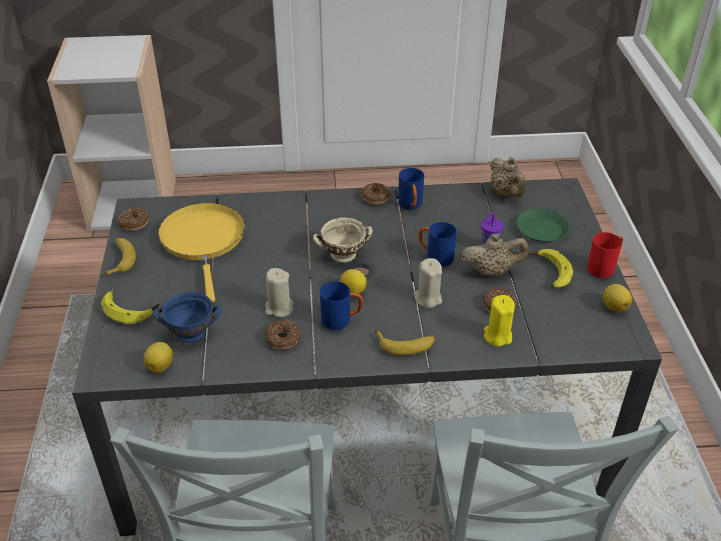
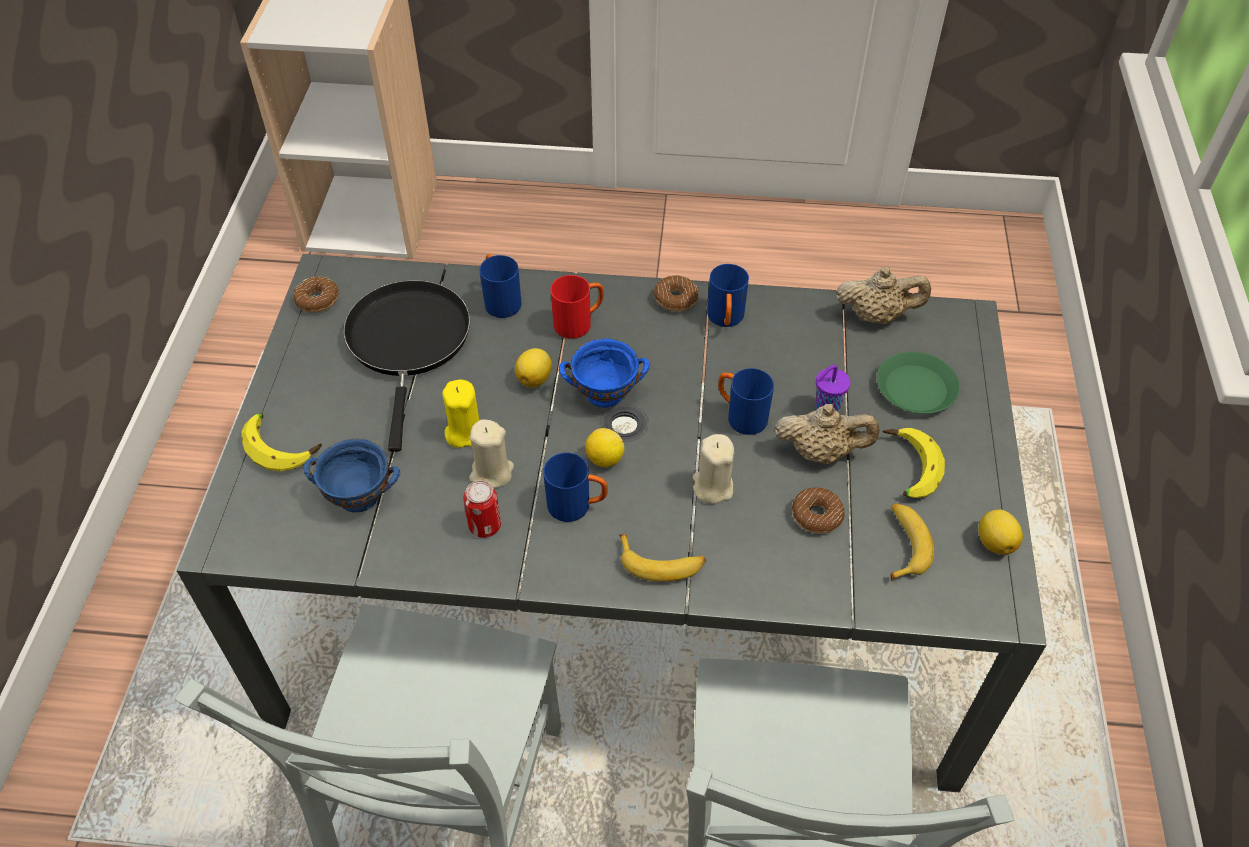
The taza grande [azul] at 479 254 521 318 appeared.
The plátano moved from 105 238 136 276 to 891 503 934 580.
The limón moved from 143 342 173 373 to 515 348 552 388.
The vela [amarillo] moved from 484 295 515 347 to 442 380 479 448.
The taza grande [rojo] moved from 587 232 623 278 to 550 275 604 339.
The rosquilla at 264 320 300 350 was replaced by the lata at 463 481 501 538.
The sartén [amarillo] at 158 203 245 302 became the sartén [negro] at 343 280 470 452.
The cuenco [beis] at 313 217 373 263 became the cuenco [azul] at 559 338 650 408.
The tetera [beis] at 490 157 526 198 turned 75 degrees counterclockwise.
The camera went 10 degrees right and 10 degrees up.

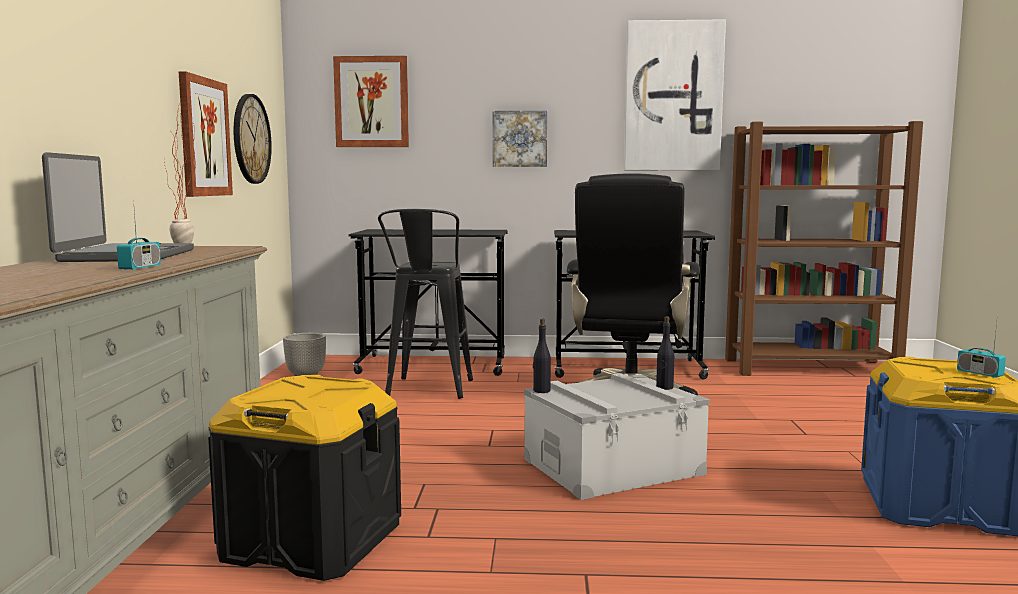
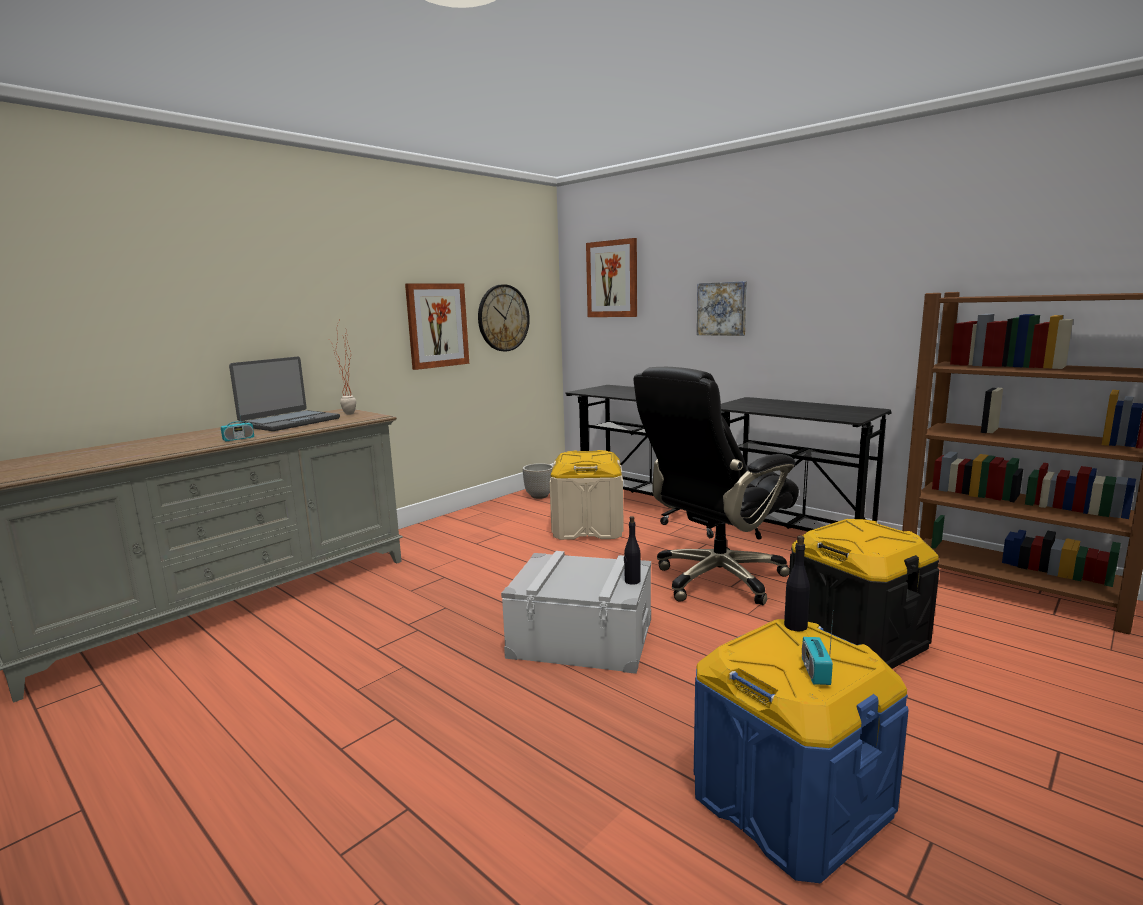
The cuadro at 624 19 726 170 disappeared.
The caja de almacenaje [negro] moved from 208 375 401 581 to 789 519 939 669.
The botella [negro] moved from 533 319 551 393 to 784 536 810 632.
The taburete [negro] at 378 209 473 399 was replaced by the caja de almacenaje [beis] at 550 450 624 540.
The camera went 40 degrees right and 5 degrees up.

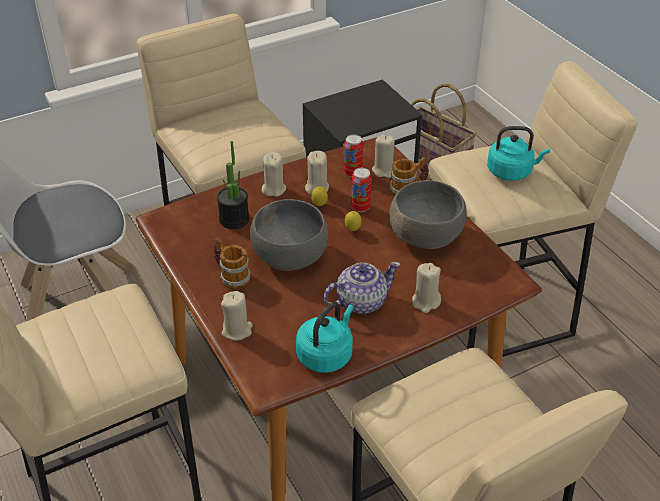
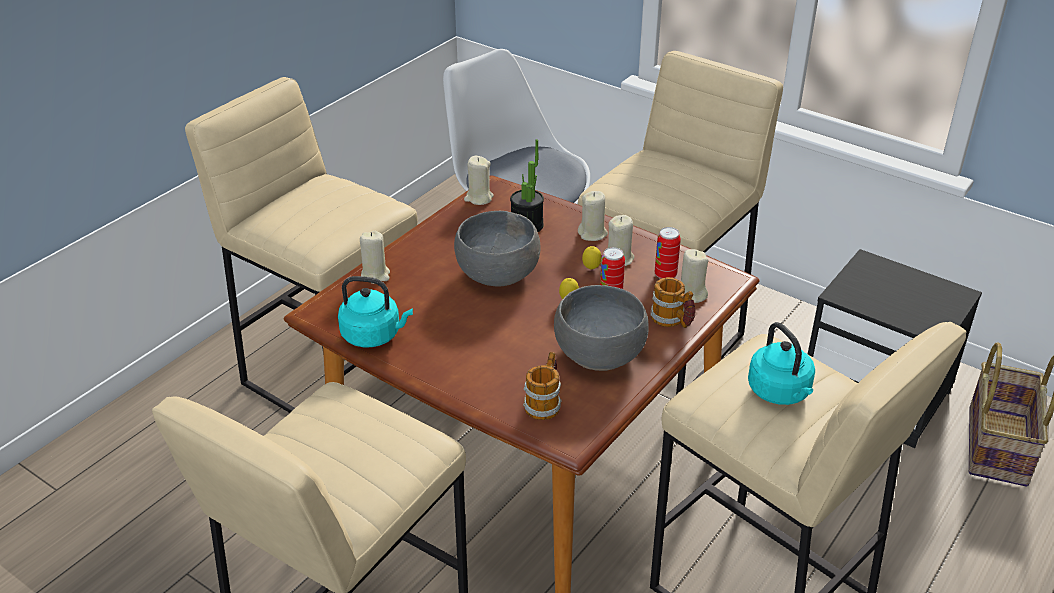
The tetera at 323 262 400 314 disappeared.
The taza grande moved from 214 238 251 289 to 523 352 562 420.
The vela [beis] moved from 412 263 441 313 to 464 156 494 205.
The camera went 65 degrees right and 5 degrees down.

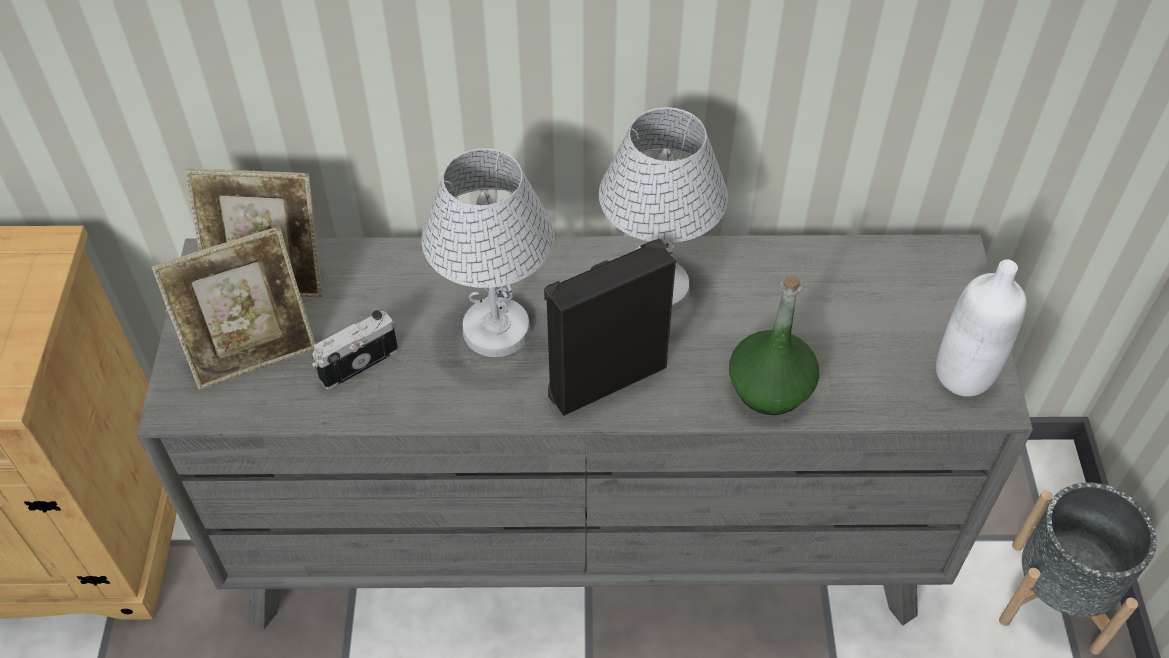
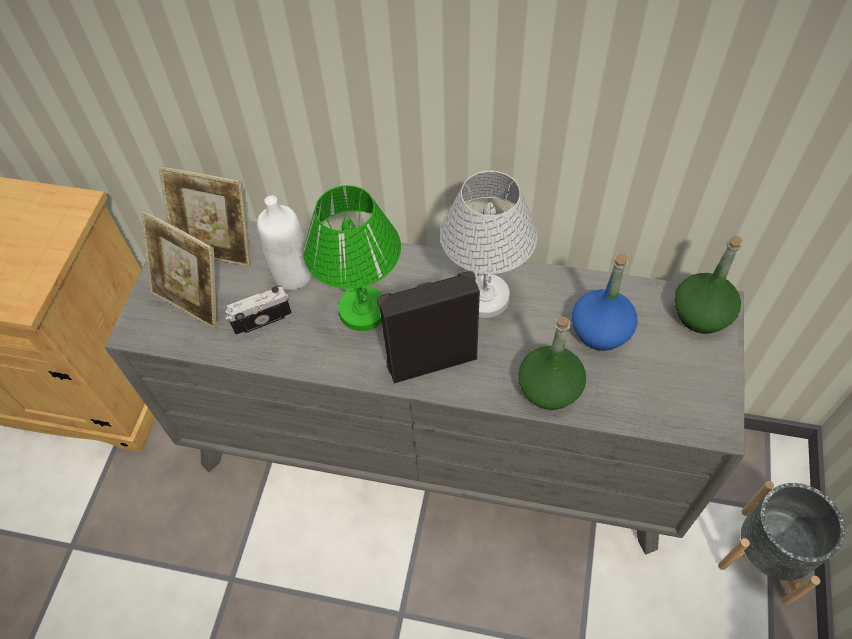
The botella [azul] at 572 254 637 351 appeared.
The botella [verde] at 674 236 742 334 appeared.
The botella [blanco] moved from 936 259 1027 397 to 257 195 312 290.
The lámpara de mesa [blanco] at 421 148 554 357 became the lámpara de mesa [verde] at 303 185 401 331.
The portarretratos at 151 226 316 390 turned 45 degrees clockwise.
The camera went 15 degrees right and 5 degrees up.

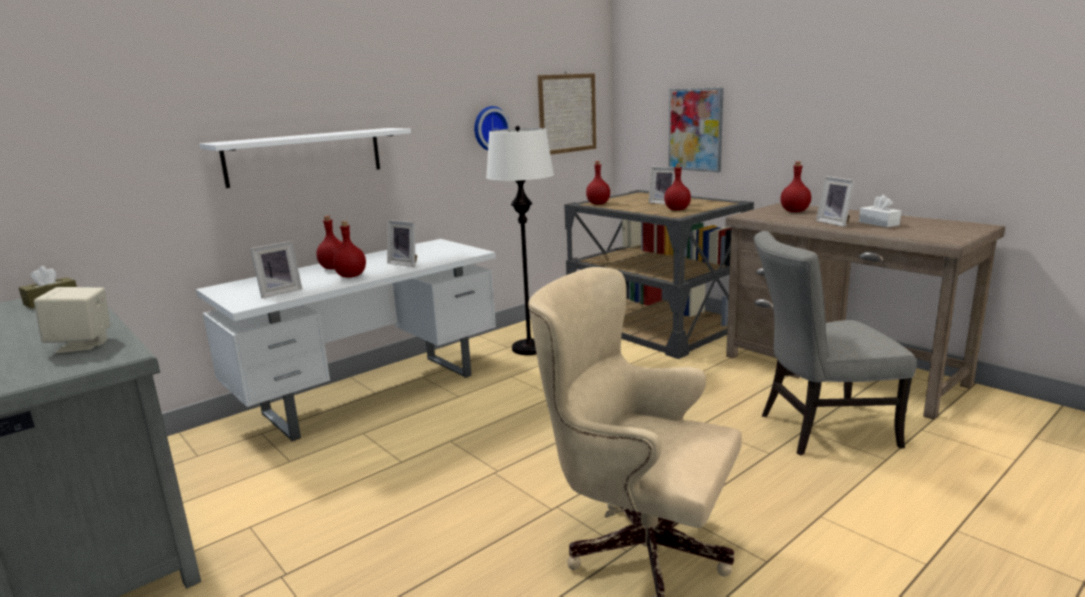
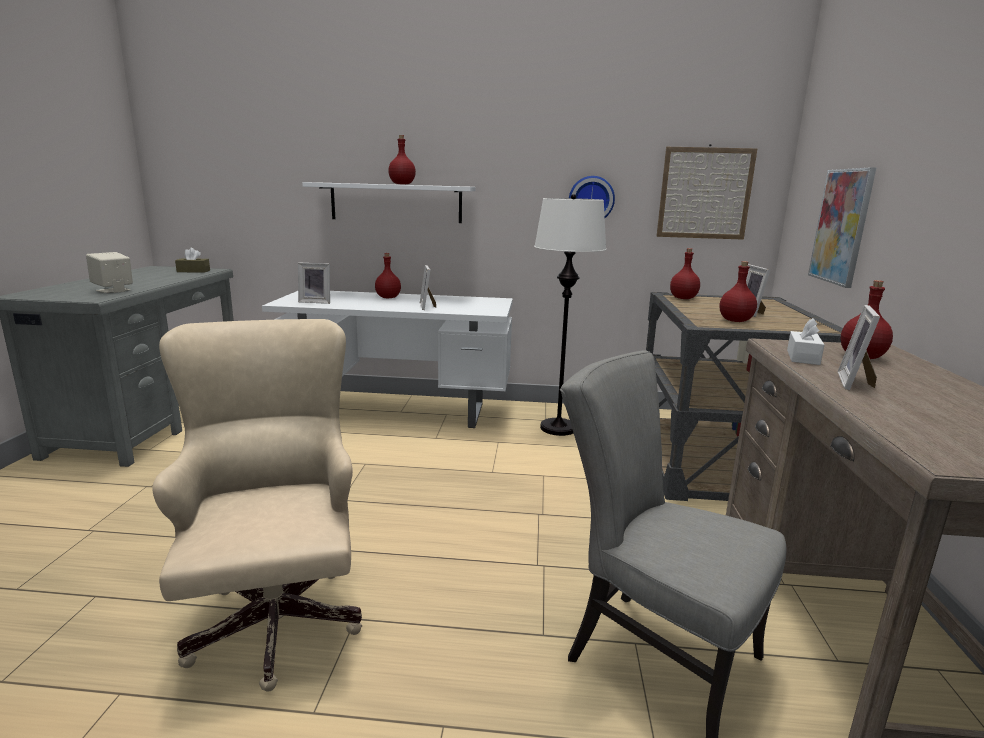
The botella [rojo] moved from 333 221 366 278 to 388 135 416 185.
The caja de pañuelos [blanco] moved from 859 195 901 227 to 787 318 824 365.
The camera went 45 degrees right and 0 degrees up.

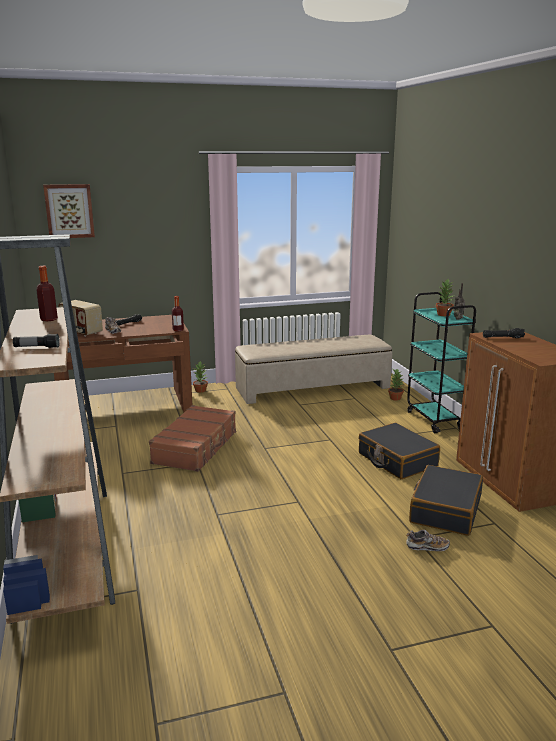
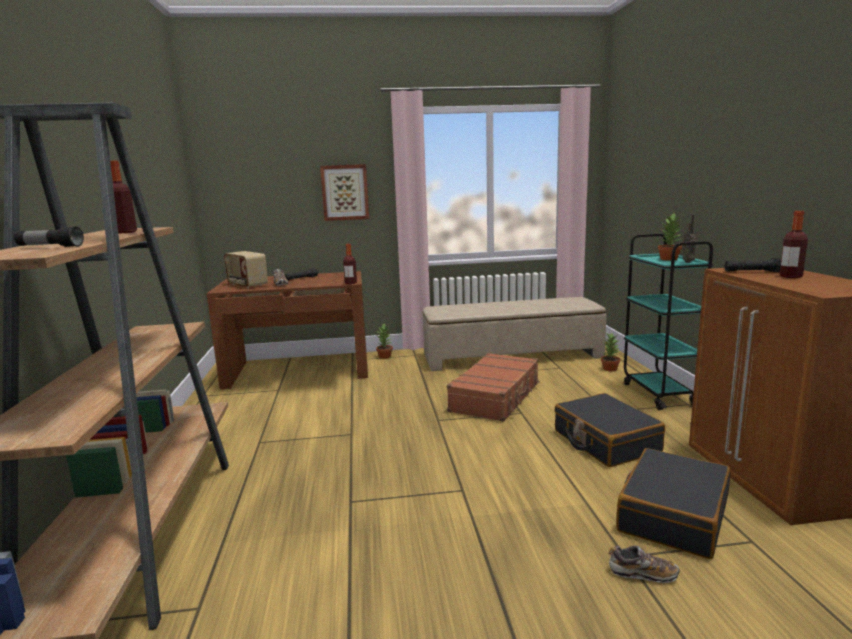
The botella at 780 211 808 278 appeared.
The cuadro moved from 43 184 95 238 to 320 164 369 221.
The maleta [marrón] moved from 149 405 237 472 to 447 353 540 422.
The camera went 10 degrees right and 5 degrees down.

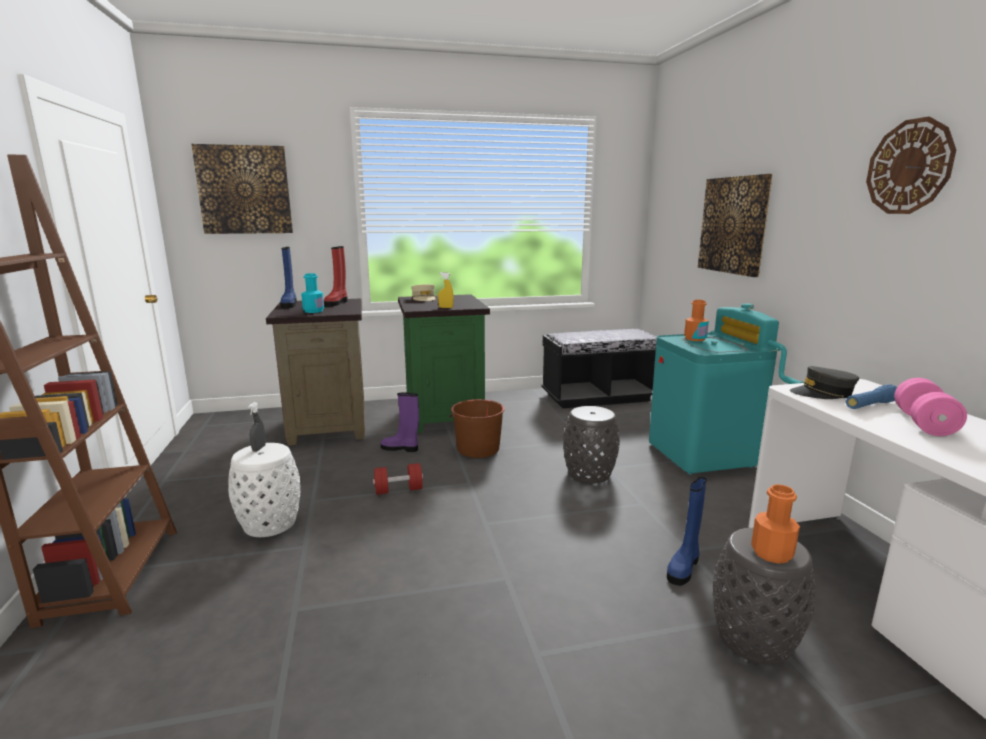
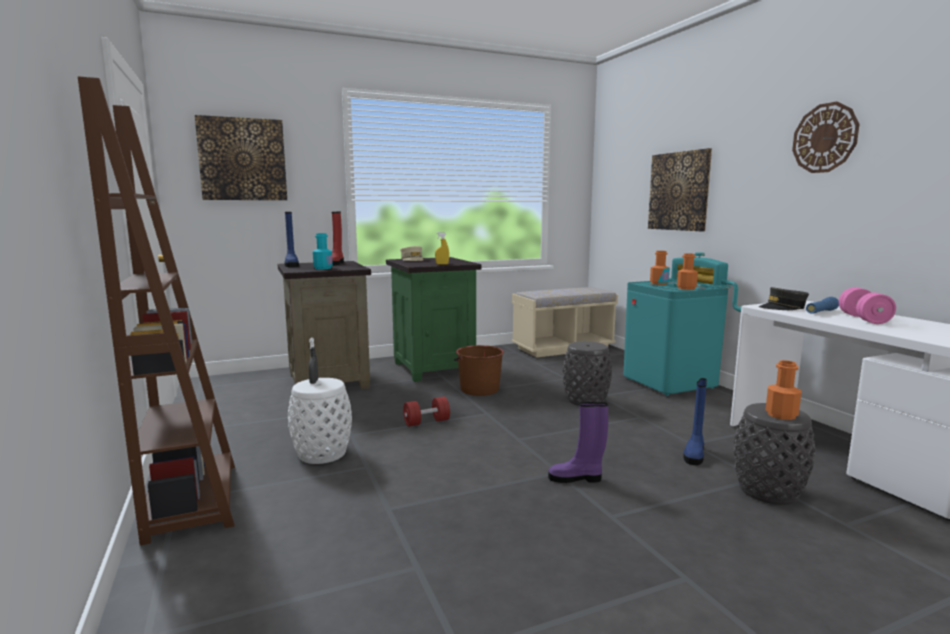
The botella [naranja] at 677 253 698 290 appeared.
The bota [morado] moved from 381 393 419 452 to 548 402 608 483.
The banco [negro] at 541 329 657 408 became the banco [beis] at 511 287 618 358.
The camera went 10 degrees left and 5 degrees down.

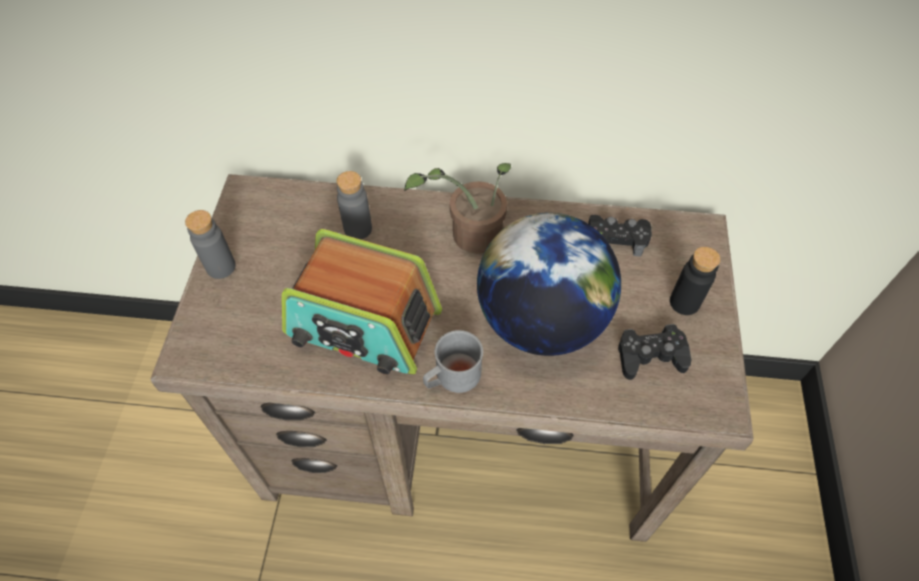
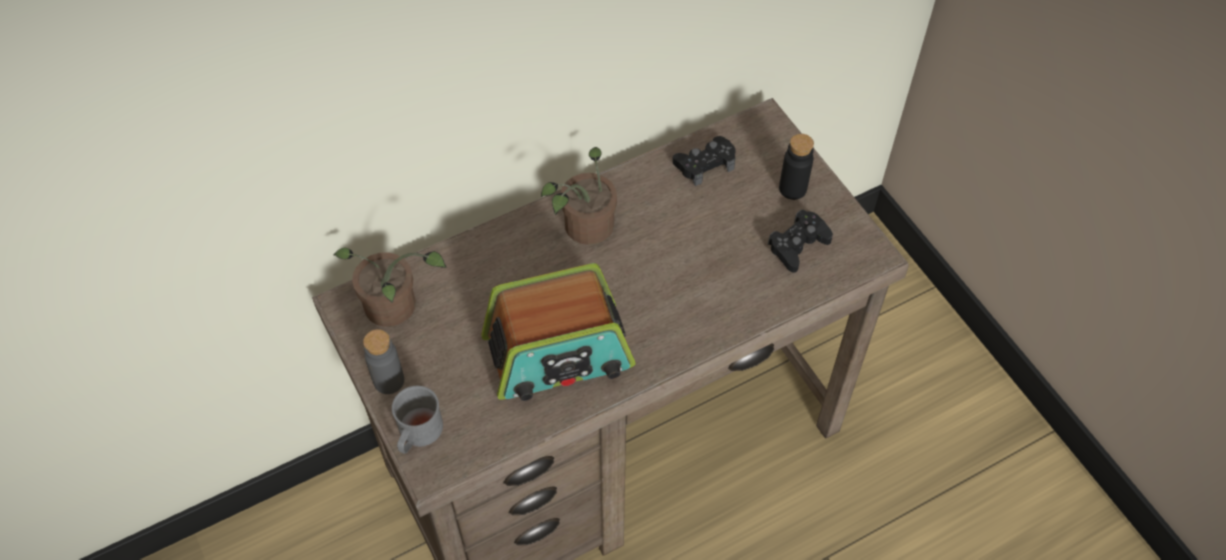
The botella [gris] at 336 171 372 240 disappeared.
The globo terráqueo at 477 212 621 356 disappeared.
The planta en maceta at 334 247 446 327 appeared.
The taza grande [gris] moved from 423 330 483 393 to 392 386 443 454.
The camera went 35 degrees left and 0 degrees up.

